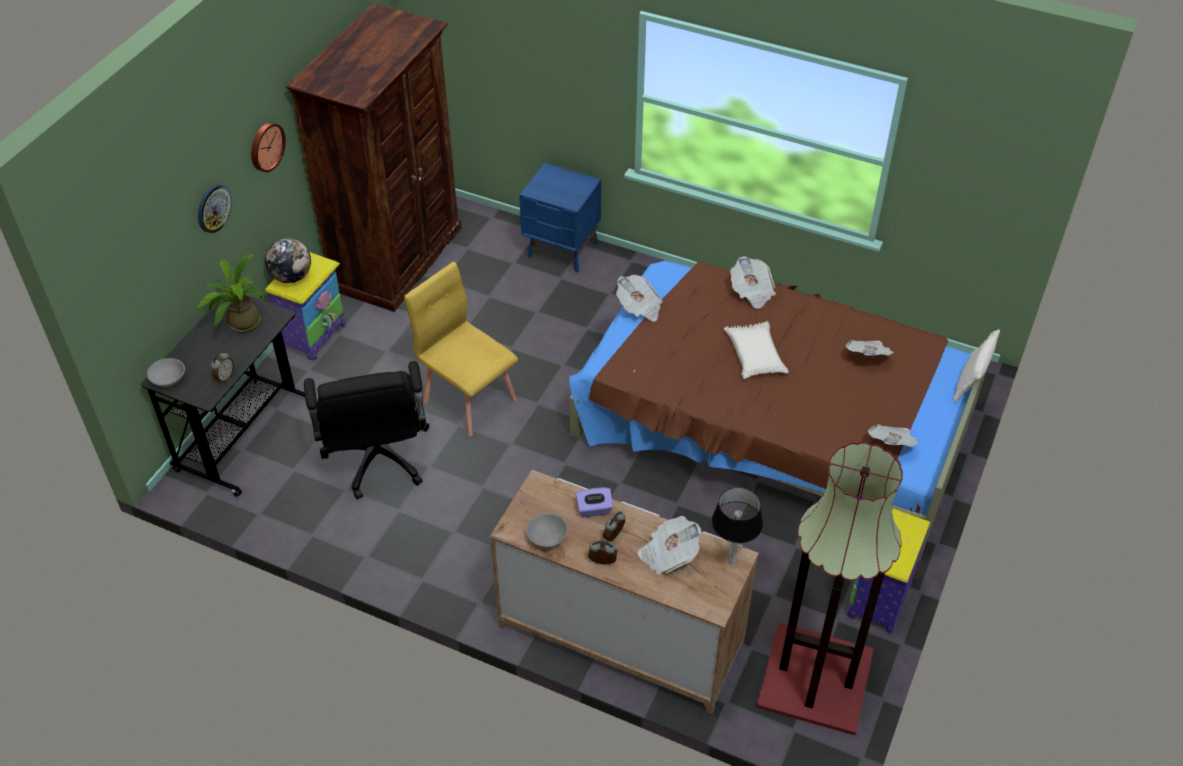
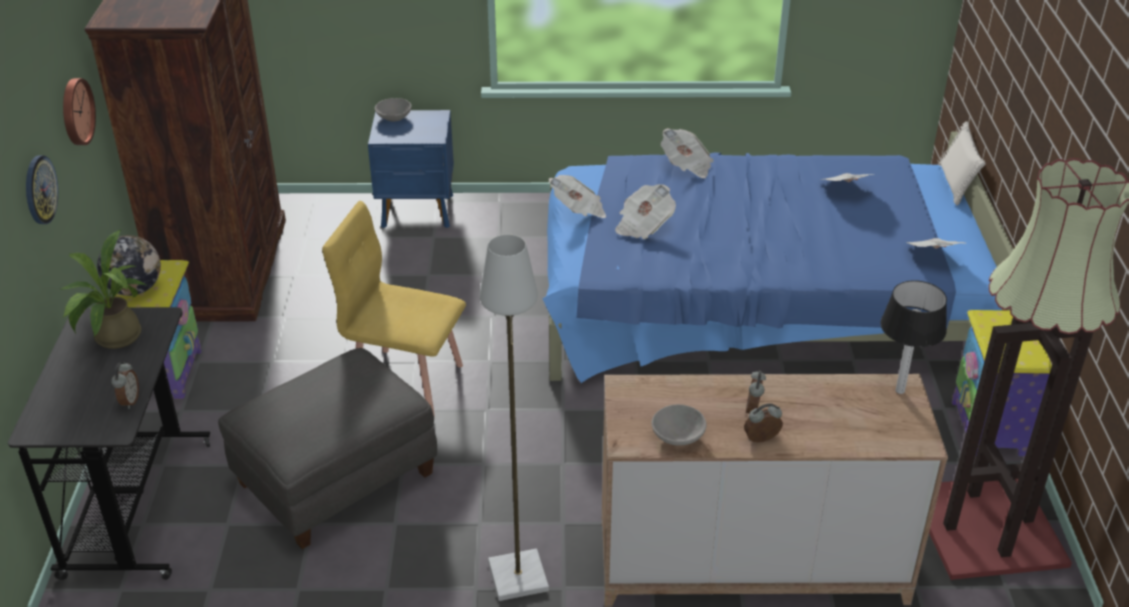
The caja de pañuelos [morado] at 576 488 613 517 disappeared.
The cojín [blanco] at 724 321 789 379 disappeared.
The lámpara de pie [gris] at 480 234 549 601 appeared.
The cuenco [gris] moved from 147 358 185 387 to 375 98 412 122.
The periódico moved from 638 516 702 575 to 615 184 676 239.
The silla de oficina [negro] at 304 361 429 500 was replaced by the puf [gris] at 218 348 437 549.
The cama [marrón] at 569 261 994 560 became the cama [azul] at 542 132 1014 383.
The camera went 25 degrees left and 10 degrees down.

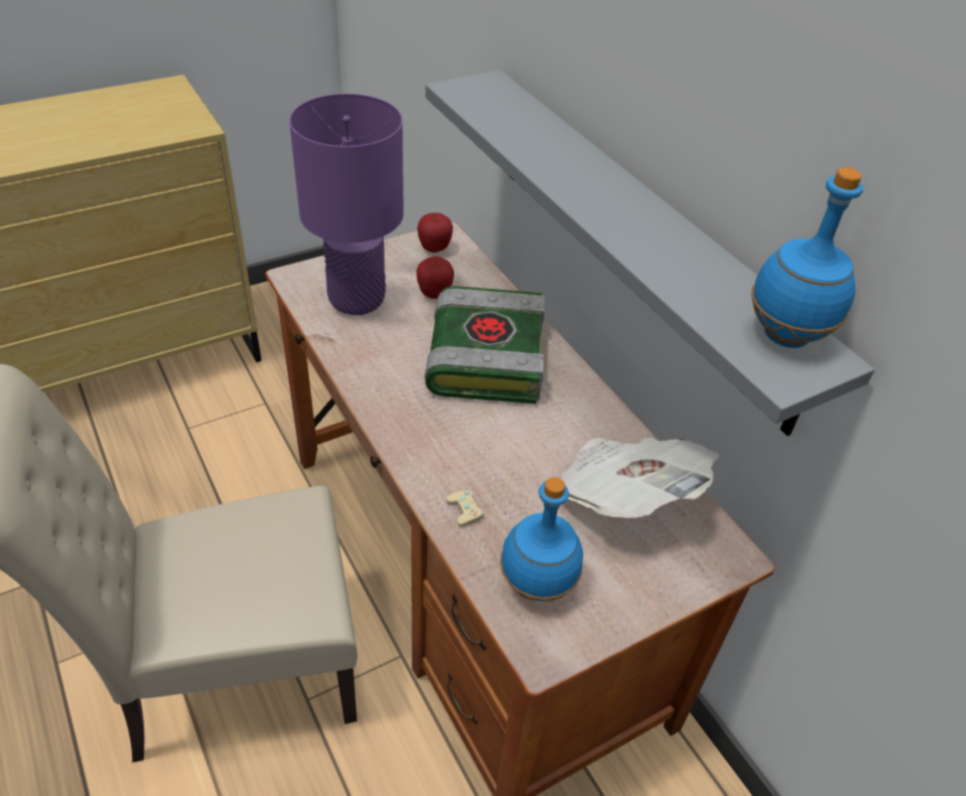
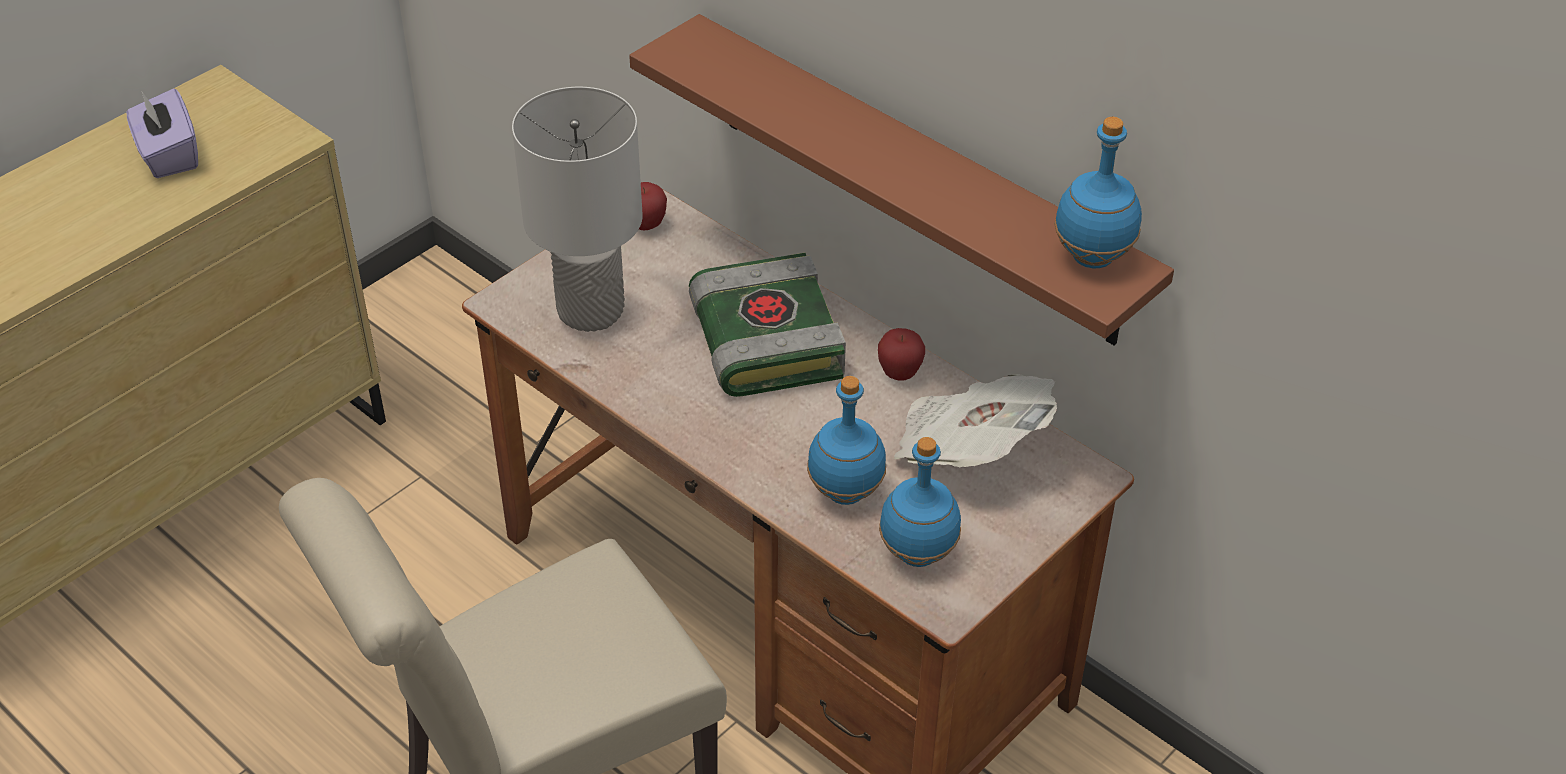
The caja de pañuelos [morado] at 127 88 198 178 appeared.
The manzana moved from 416 257 454 299 to 878 328 925 381.
The mando de consola [beis] at 446 461 538 527 was replaced by the botella [azul] at 807 376 886 505.
The lámpara de mesa [morado] at 289 94 404 315 became the lámpara de mesa [gris] at 512 87 643 332.
The estante [gris] at 425 70 875 436 became the estante [marrón] at 629 14 1174 346.
The camera went 15 degrees left and 0 degrees up.

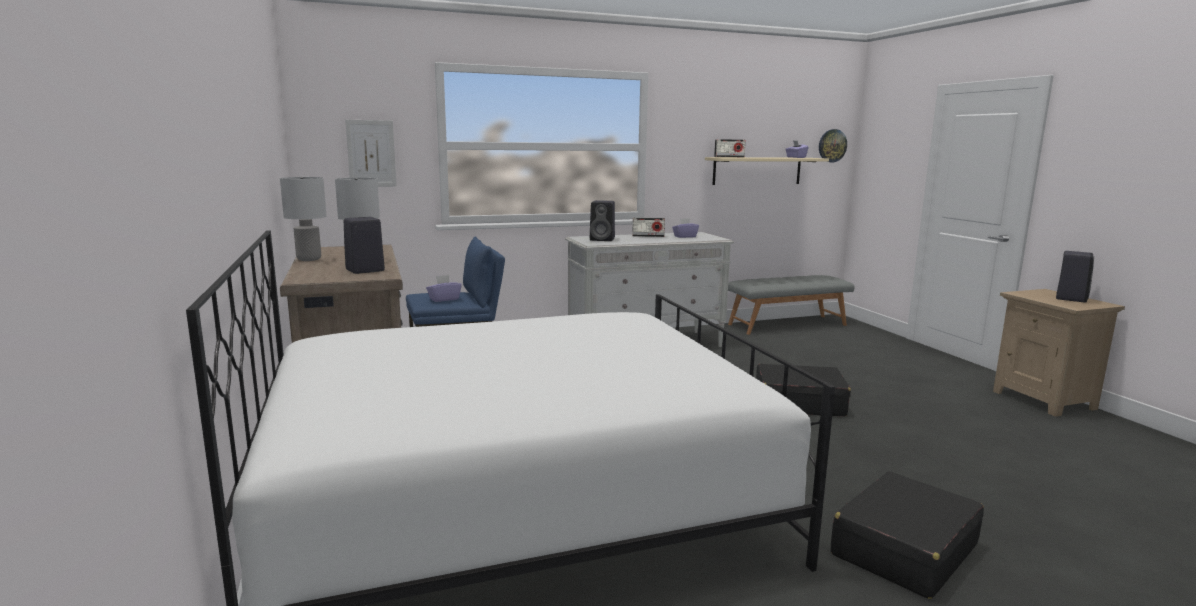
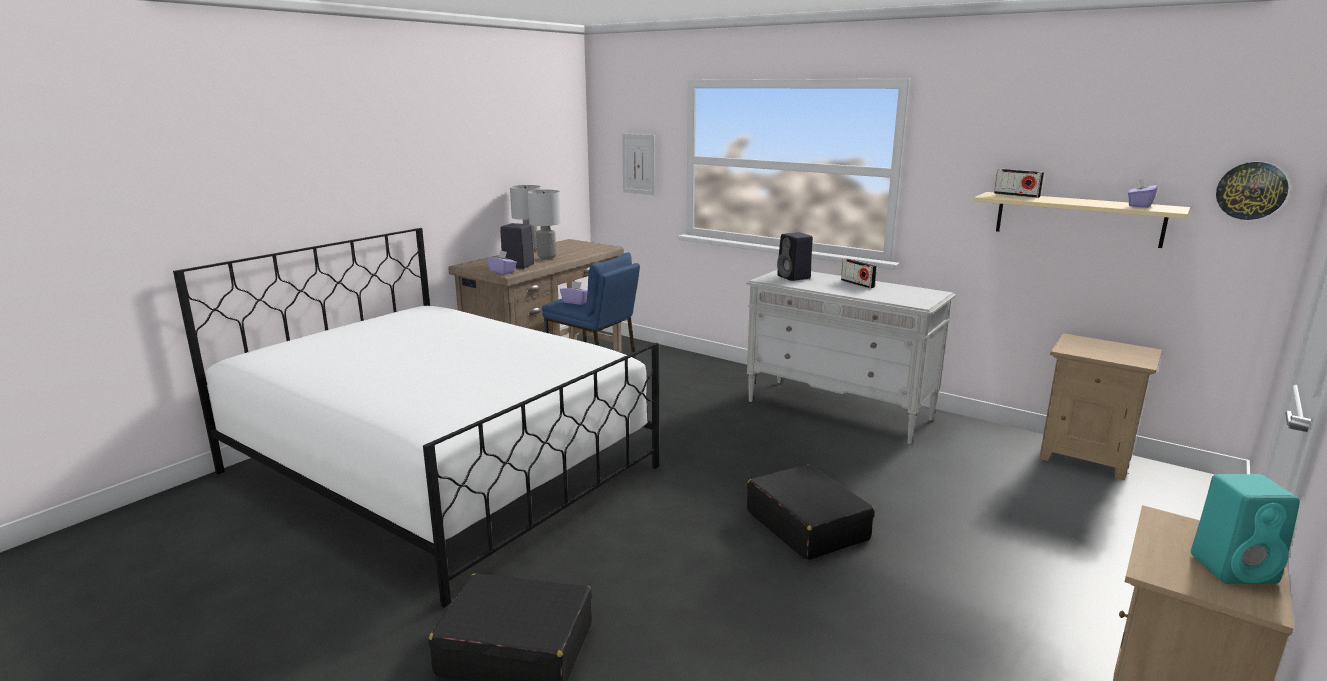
The caja de pañuelos [morado] moved from 672 218 699 238 to 487 250 517 275.
The banco [gris] at 728 275 855 335 was replaced by the mesita de noche [beis] at 1039 333 1162 480.
The altavoz [negro] at 1056 251 1094 303 became the altavoz [turquesa] at 1191 474 1300 584.
The camera went 55 degrees right and 5 degrees up.

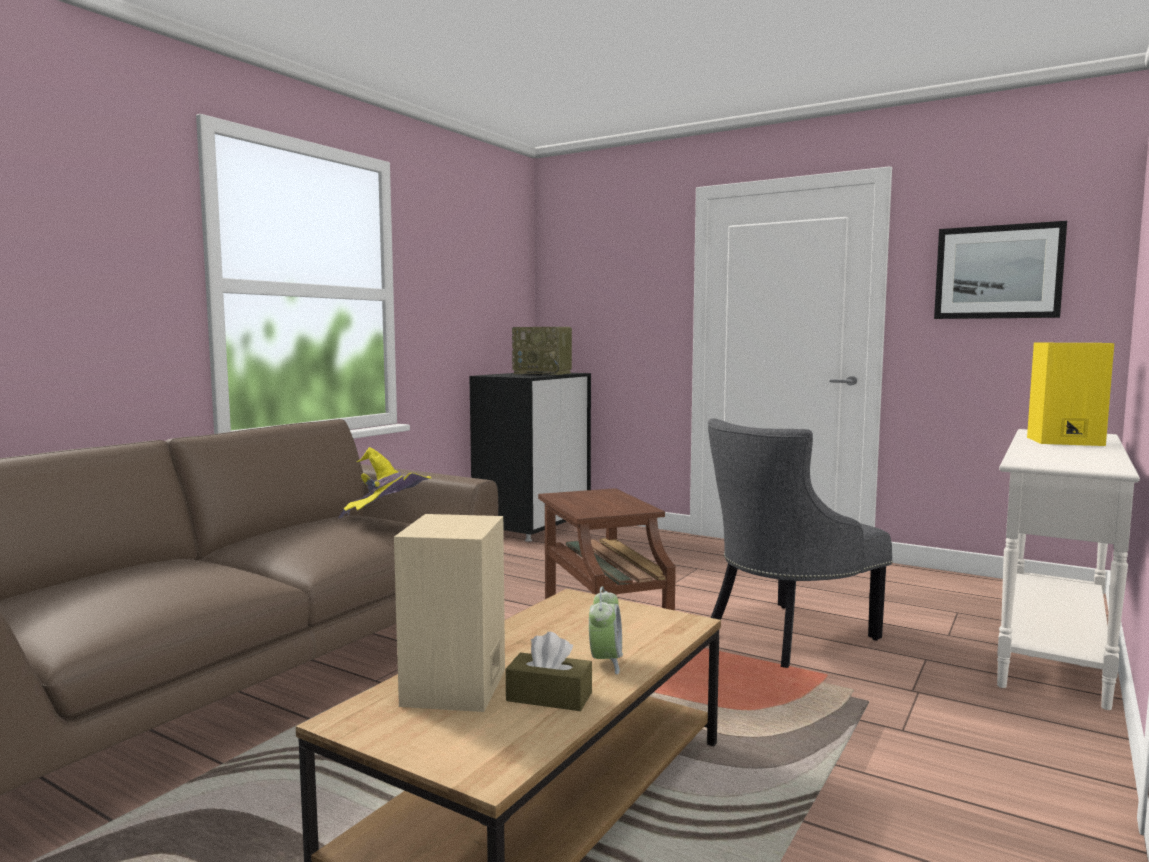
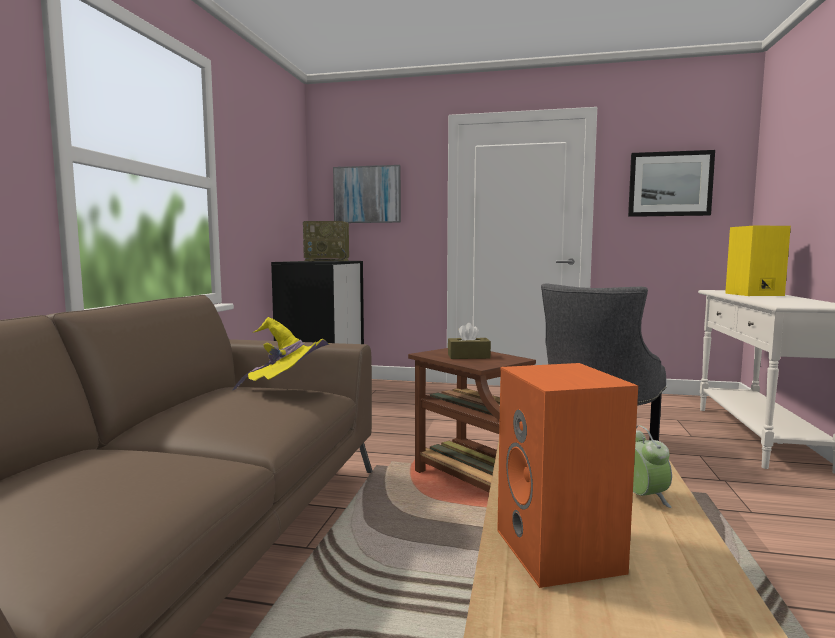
The cuadro at 333 165 401 223 appeared.
The caja de pañuelos [marrón] moved from 506 632 592 711 to 448 323 491 359.
The altavoz [beis] at 394 514 505 712 became the altavoz [naranja] at 497 363 638 588.
The camera went 20 degrees left and 0 degrees up.

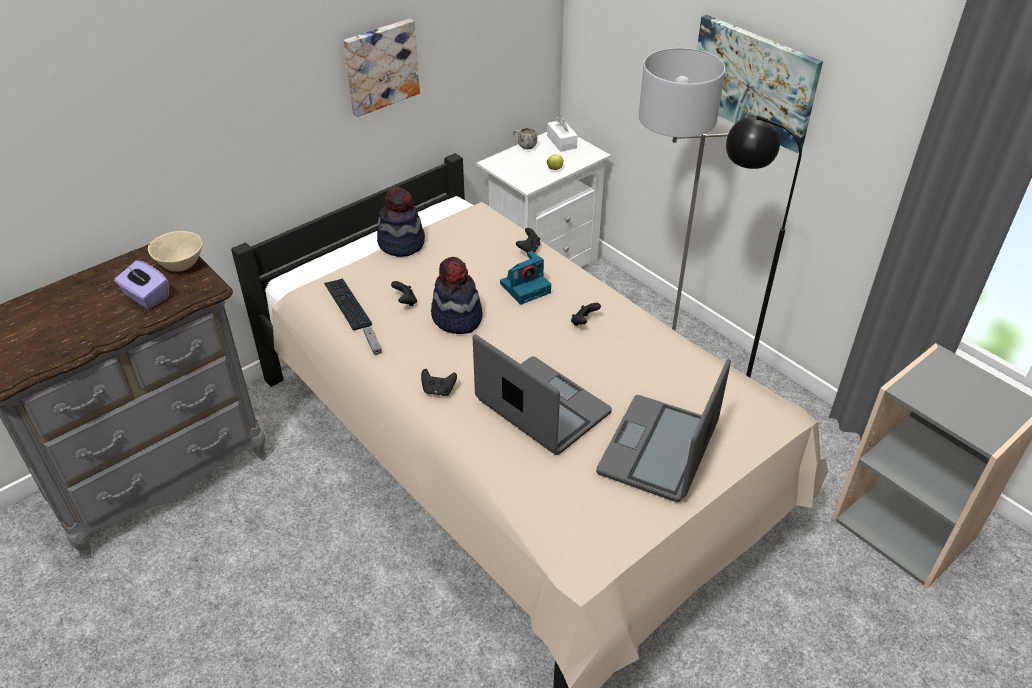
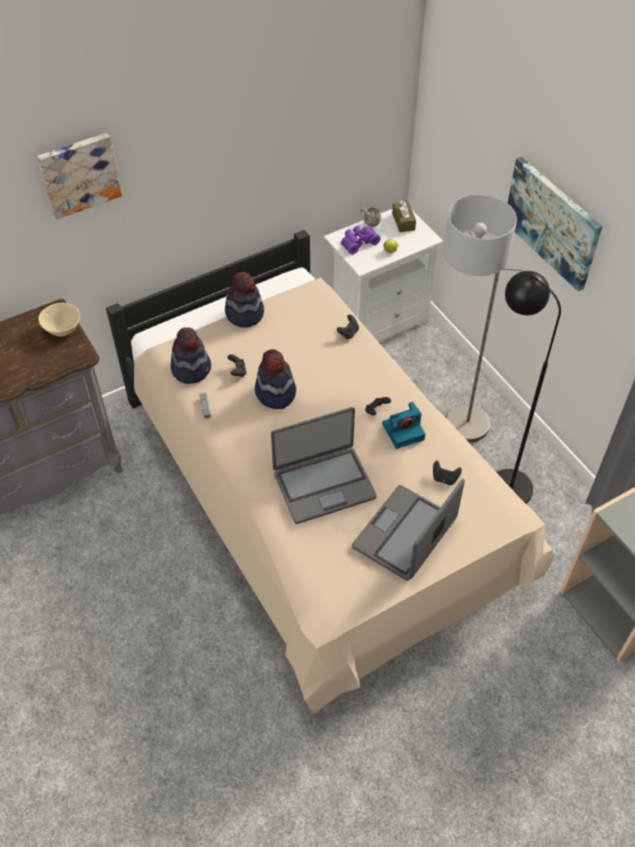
The caja de pañuelos [morado] at 114 260 169 310 disappeared.
The prismáticos [morado] at 341 226 381 254 appeared.
The cuadro moved from 343 18 420 117 to 37 133 122 219.
The mando de consola [negro] moved from 421 369 457 396 to 433 461 462 485.
The cámara moved from 500 251 551 305 to 382 402 425 449.
The teclado at 324 278 372 330 was replaced by the sombrero at 171 327 211 384.
The caja de pañuelos [blanco] at 547 116 578 152 became the caja de pañuelos [marrón] at 392 200 416 232.
The portátil at 473 334 612 455 turned 105 degrees clockwise.
The camera went 10 degrees right and 10 degrees up.

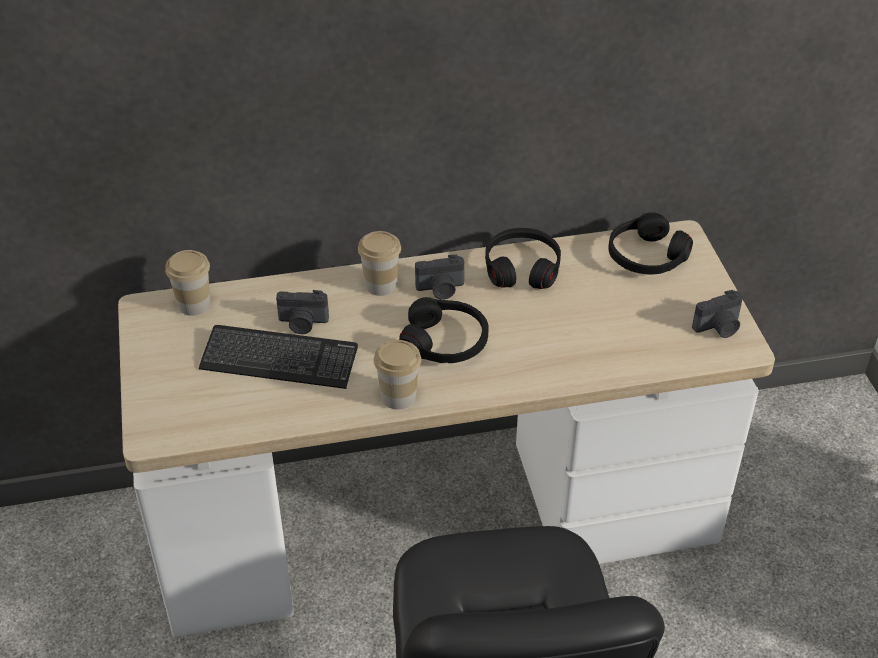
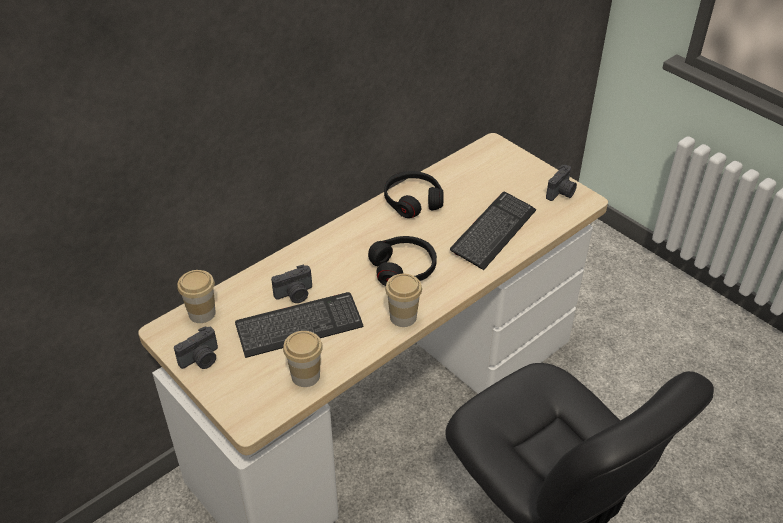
The auriculares [negro] at 608 213 693 274 disappeared.
The teclado at 450 192 536 270 appeared.
The taza moved from 358 231 401 296 to 283 331 323 387.
The cámara moved from 415 255 464 300 to 174 326 218 369.
The camera went 30 degrees left and 0 degrees up.

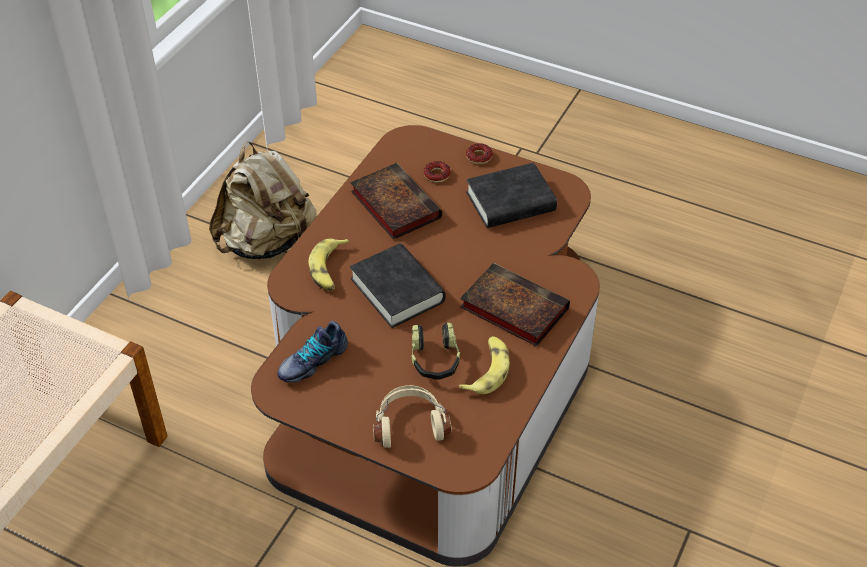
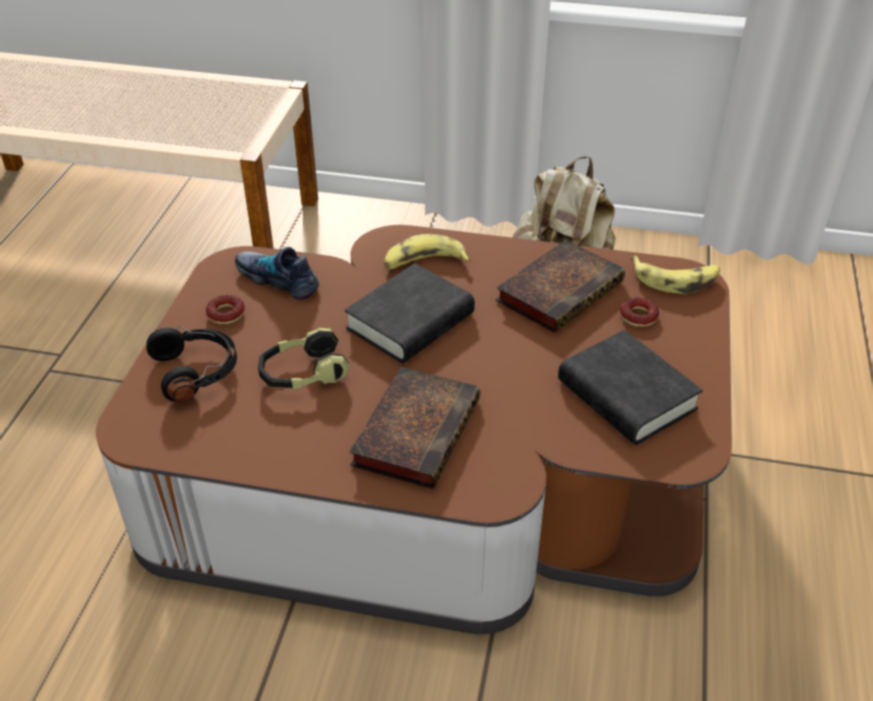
The plátano moved from 458 336 510 394 to 631 256 720 294.
The rosquilla moved from 466 143 493 164 to 206 295 245 324.
The auriculares [beis] at 373 385 452 448 became the auriculares [negro] at 146 327 237 403.
The camera went 75 degrees right and 5 degrees down.

